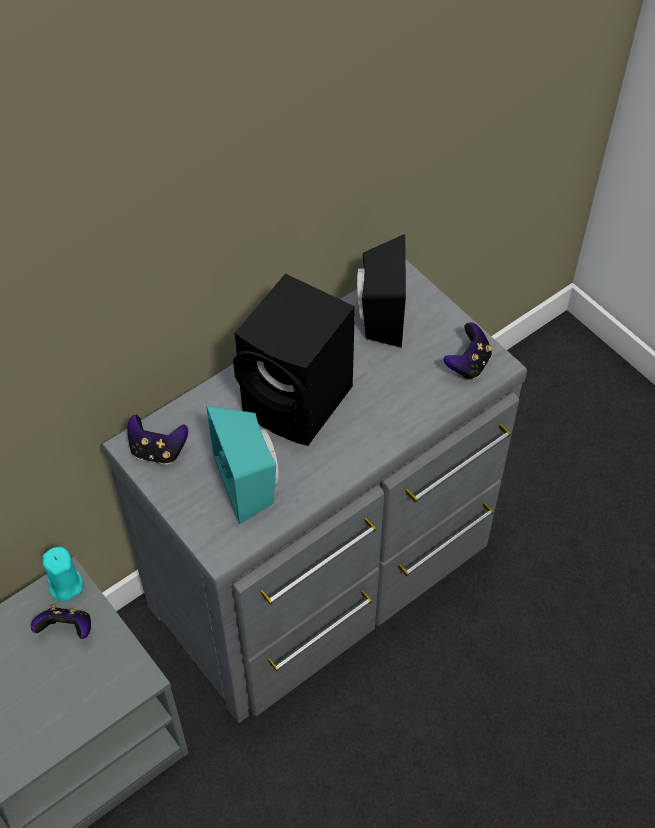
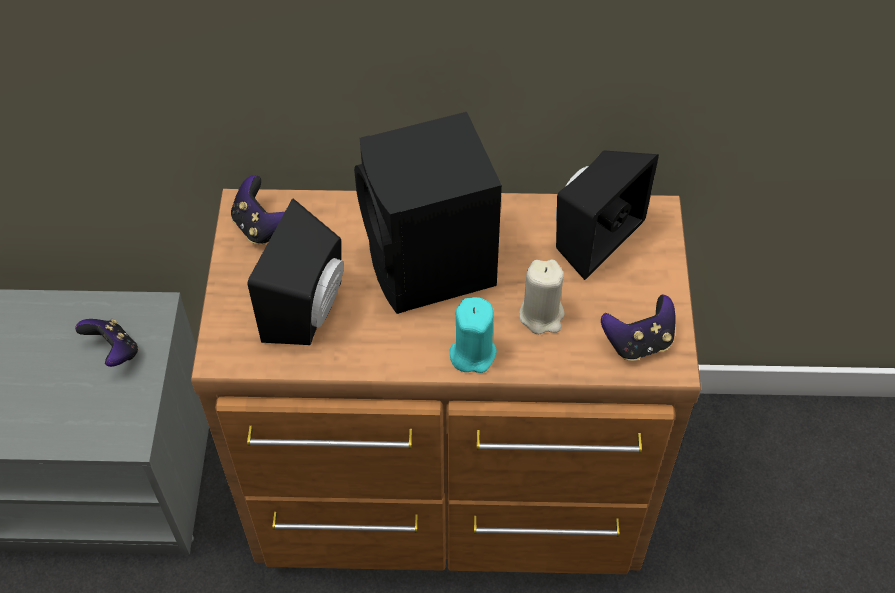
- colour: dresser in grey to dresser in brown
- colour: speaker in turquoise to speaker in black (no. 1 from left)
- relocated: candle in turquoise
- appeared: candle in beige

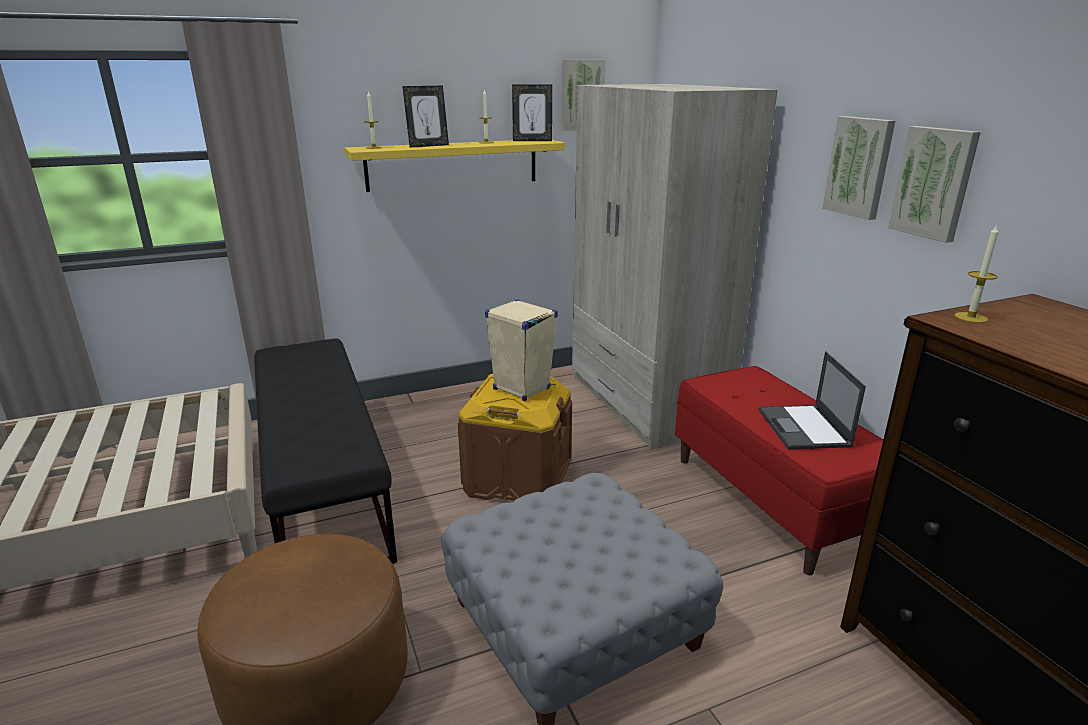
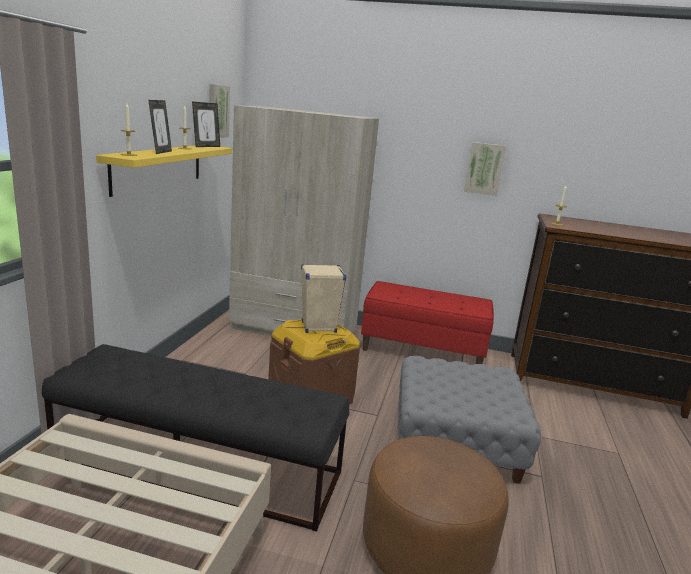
- missing: picture (no. 2 from left)
- missing: laptop

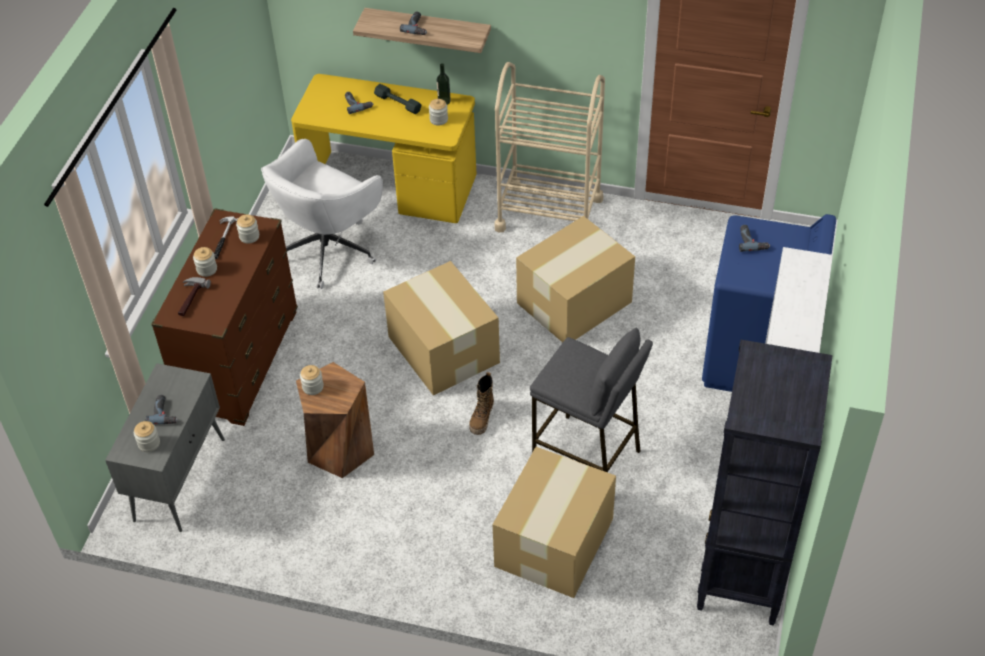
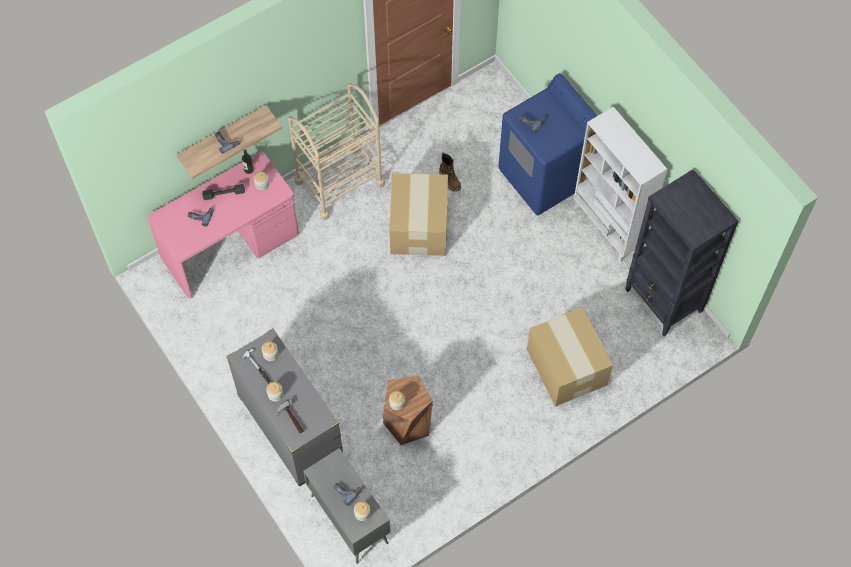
- colour: desk in yellow to desk in pink
- missing: office chair in white
- colour: dresser in brown to dresser in grey
- missing: cardboard box (no. 1 from left)
- missing: stool in grey
- relocated: boot

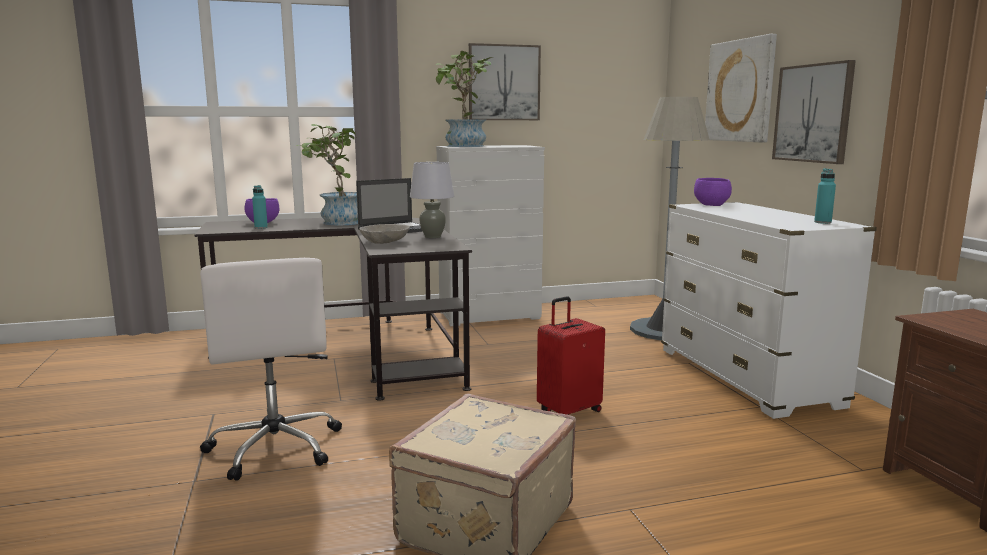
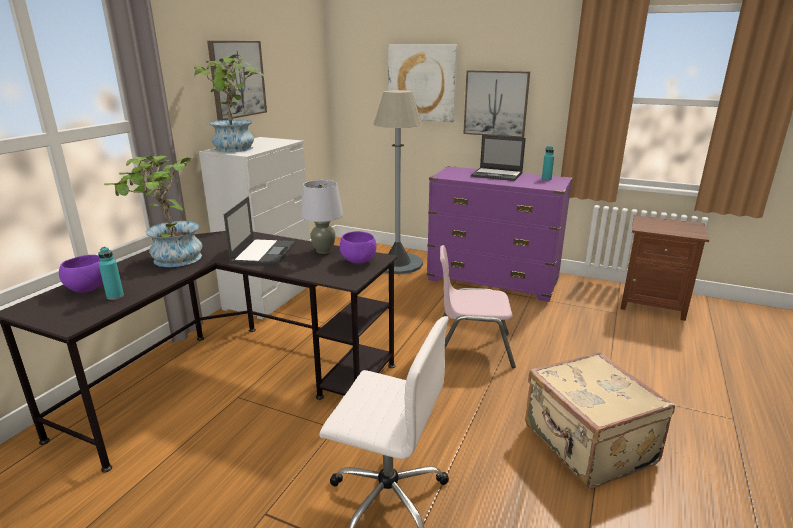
- relocated: bowl in purple (no. 2 from left)
- colour: dresser in white (no. 2 from left) to dresser in purple
- missing: bowl in grey
- exchanged: suitcase in red to chair in pink
- appeared: laptop (no. 2 from left)

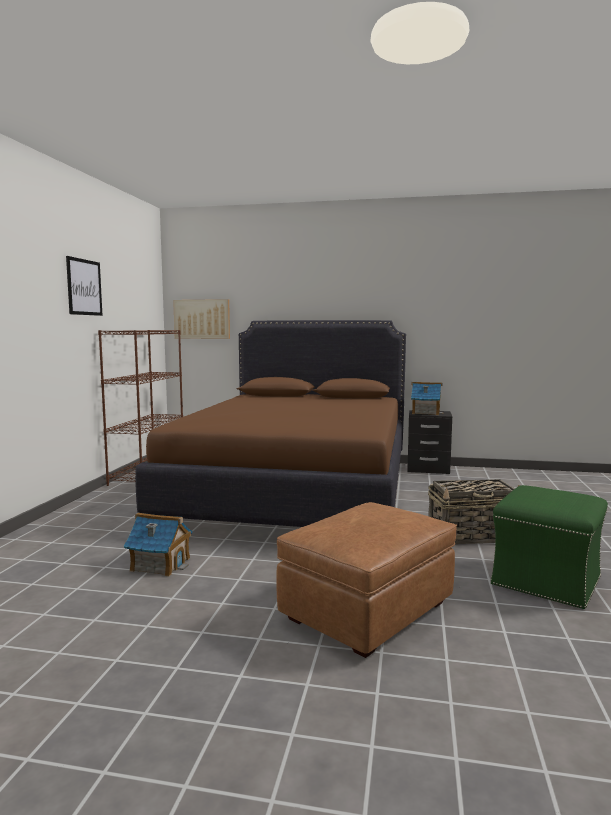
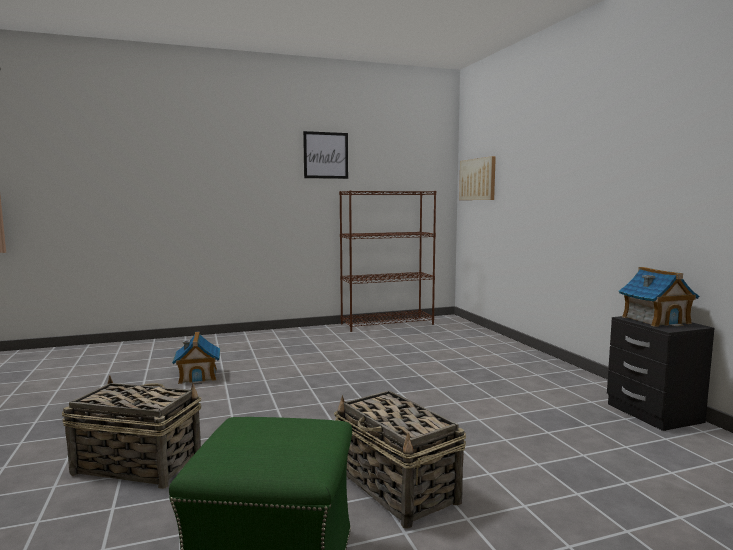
- missing: bed in brown
- exchanged: ottoman in brown to basket (no. 1 from left)

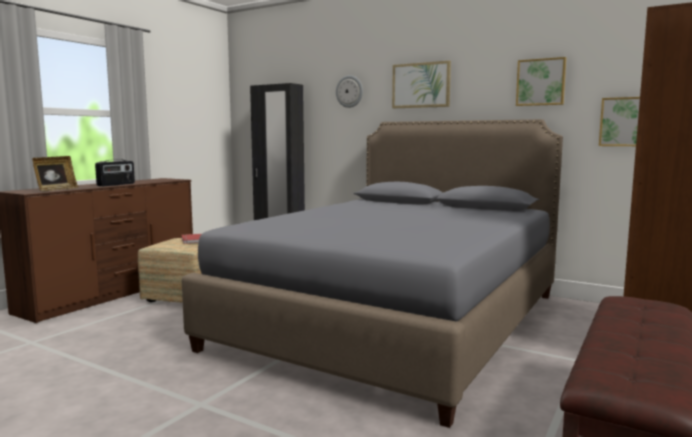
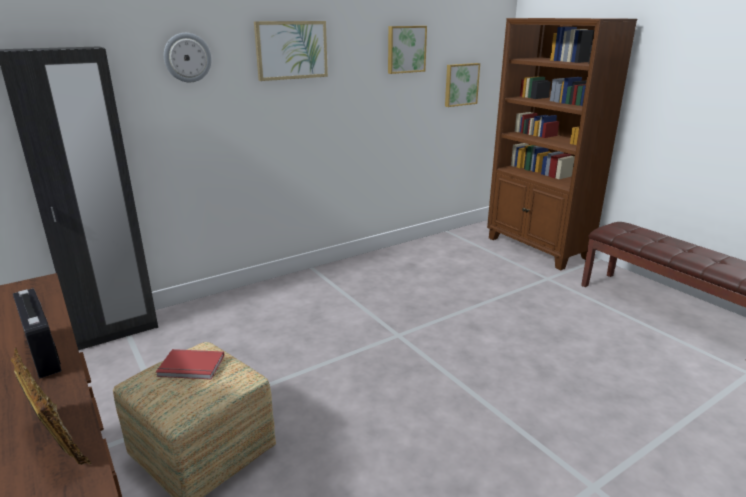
- missing: bed in grey

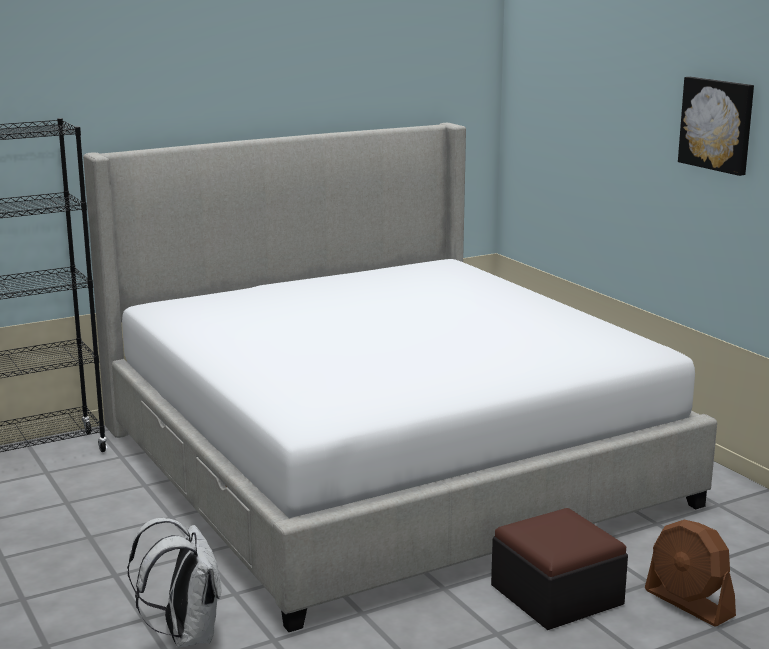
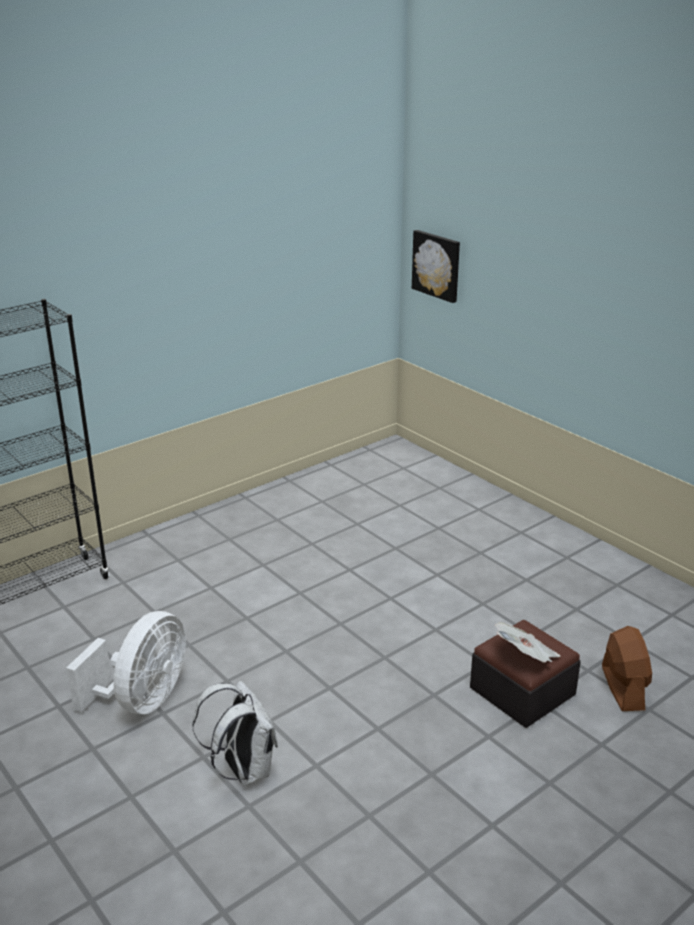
- relocated: picture
- missing: bed
- spun: fan in brown 135 degrees counterclockwise
- appeared: fan in white
- appeared: newspaper

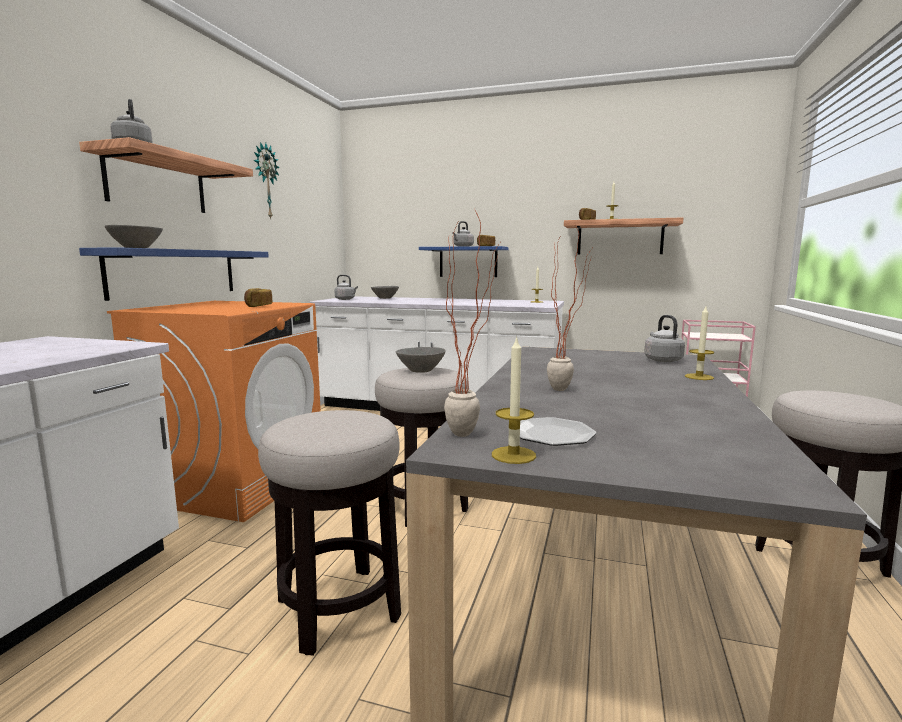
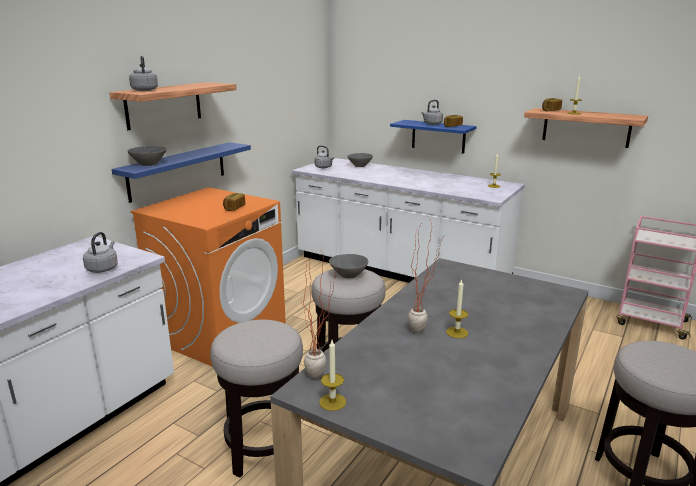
- missing: wall clock
- relocated: candle (no. 4 from left in the first image) to candle (no. 2 from left)
- relocated: kettle in grey (no. 4 from left in the first image) to kettle in grey (no. 1 from left)
- missing: plate

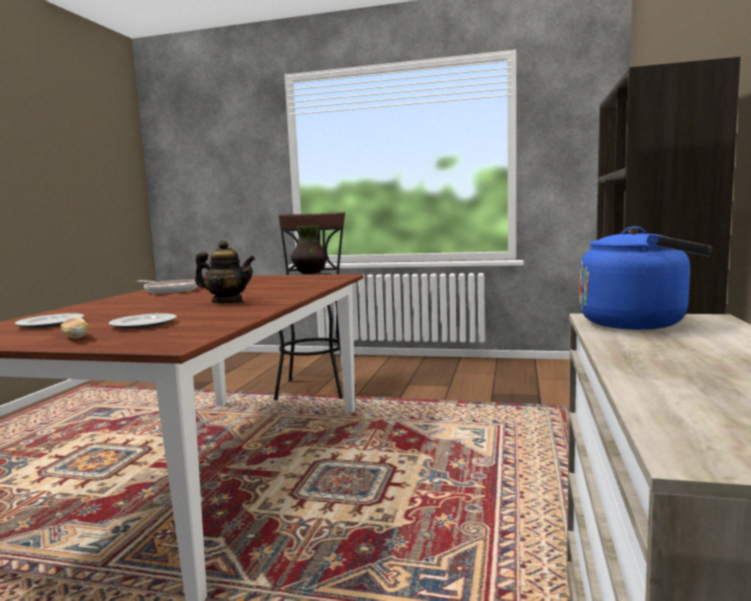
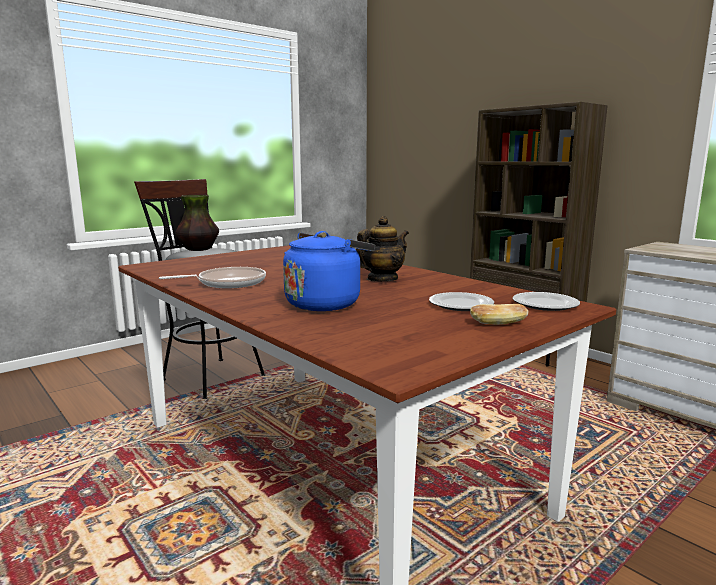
- relocated: kettle in blue
- relocated: plate (no. 1 from left in the first image) to plate (no. 2 from left)

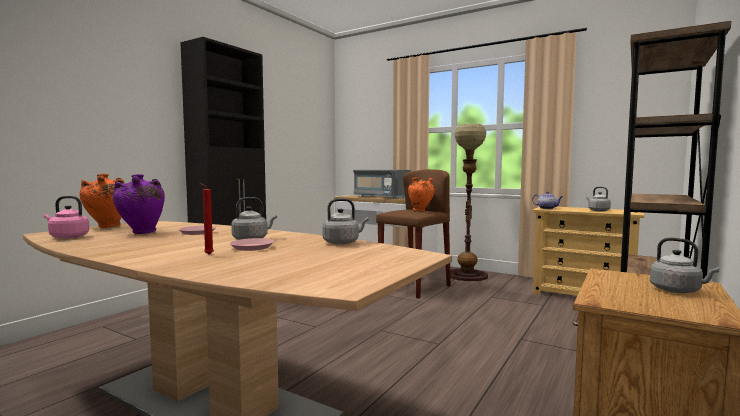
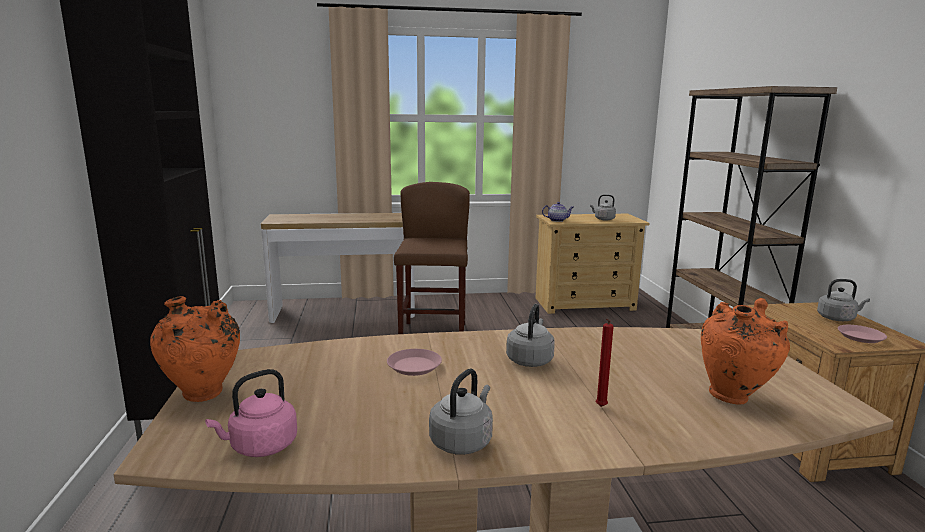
- missing: floor lamp
- missing: microwave in grey
- missing: vase in purple
- relocated: vase in orange (no. 2 from left)
- relocated: kettle in grey (no. 2 from left in the first image) to kettle in grey (no. 1 from left)
- relocated: plate in pink (no. 2 from left)

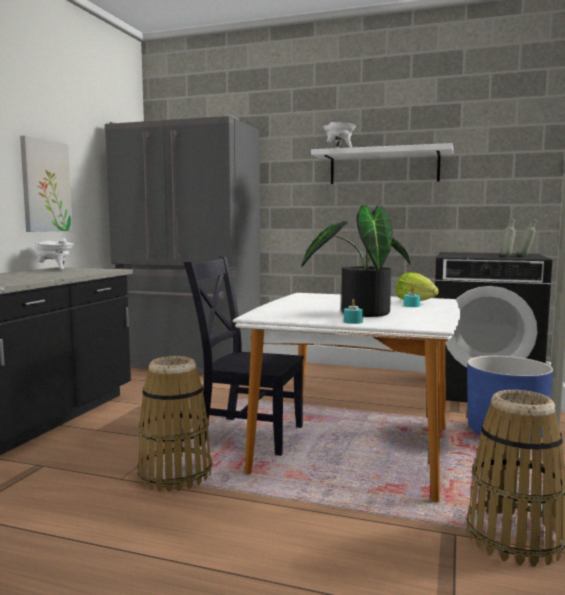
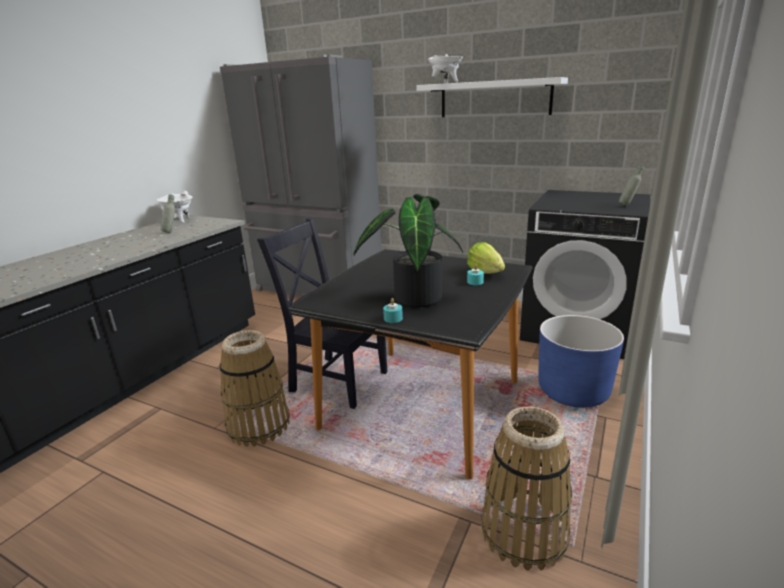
- missing: picture
- relocated: bottle in grey (no. 1 from left)
- colour: dining table in white to dining table in black

